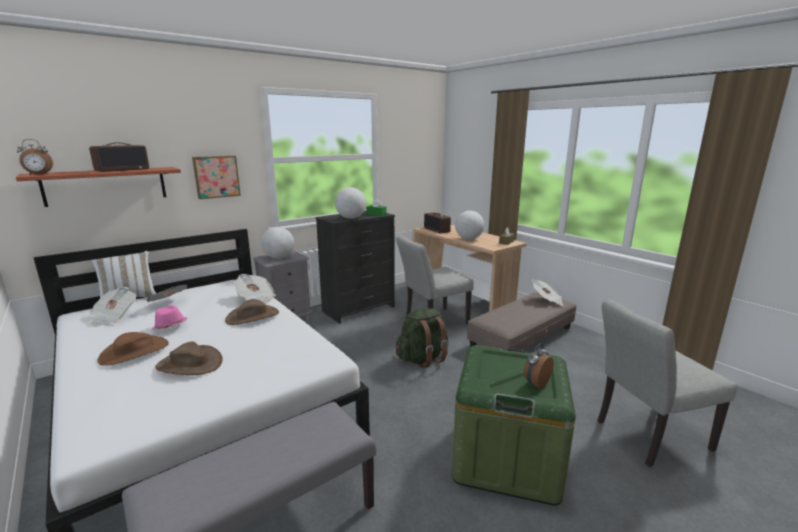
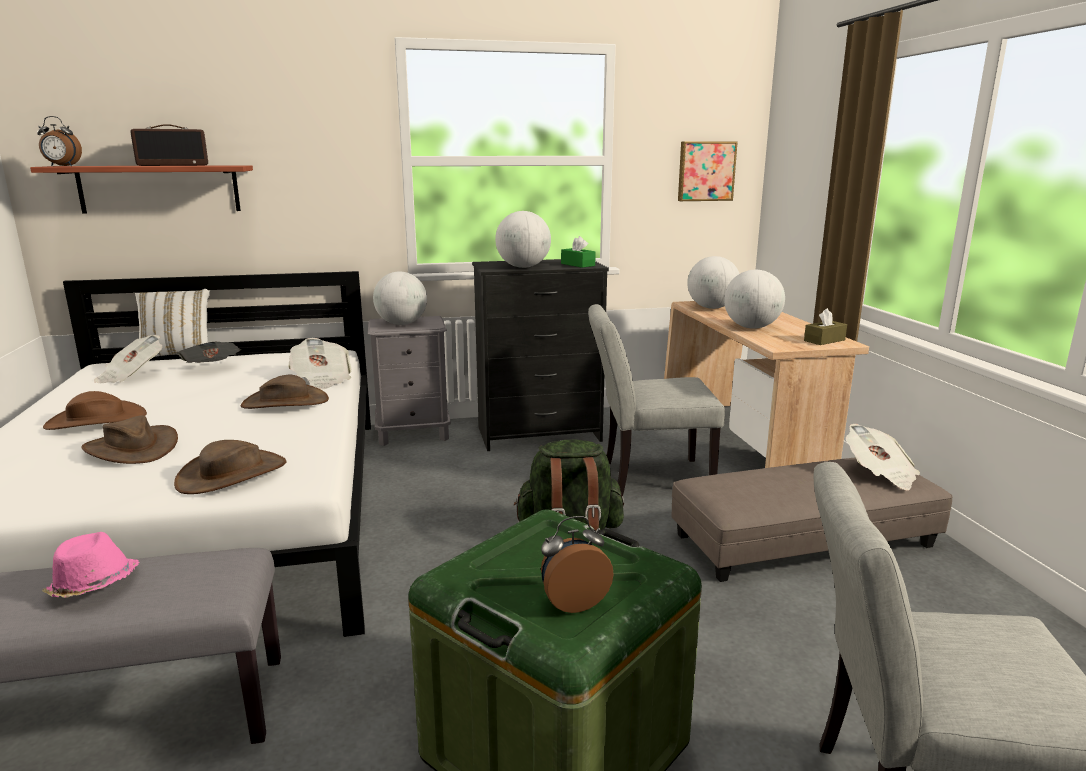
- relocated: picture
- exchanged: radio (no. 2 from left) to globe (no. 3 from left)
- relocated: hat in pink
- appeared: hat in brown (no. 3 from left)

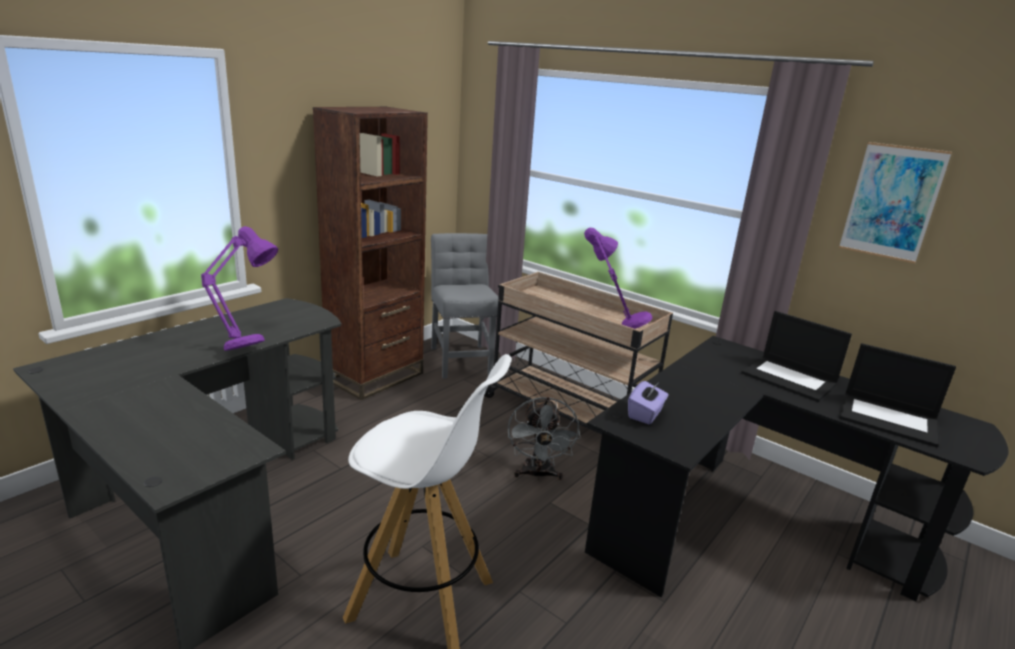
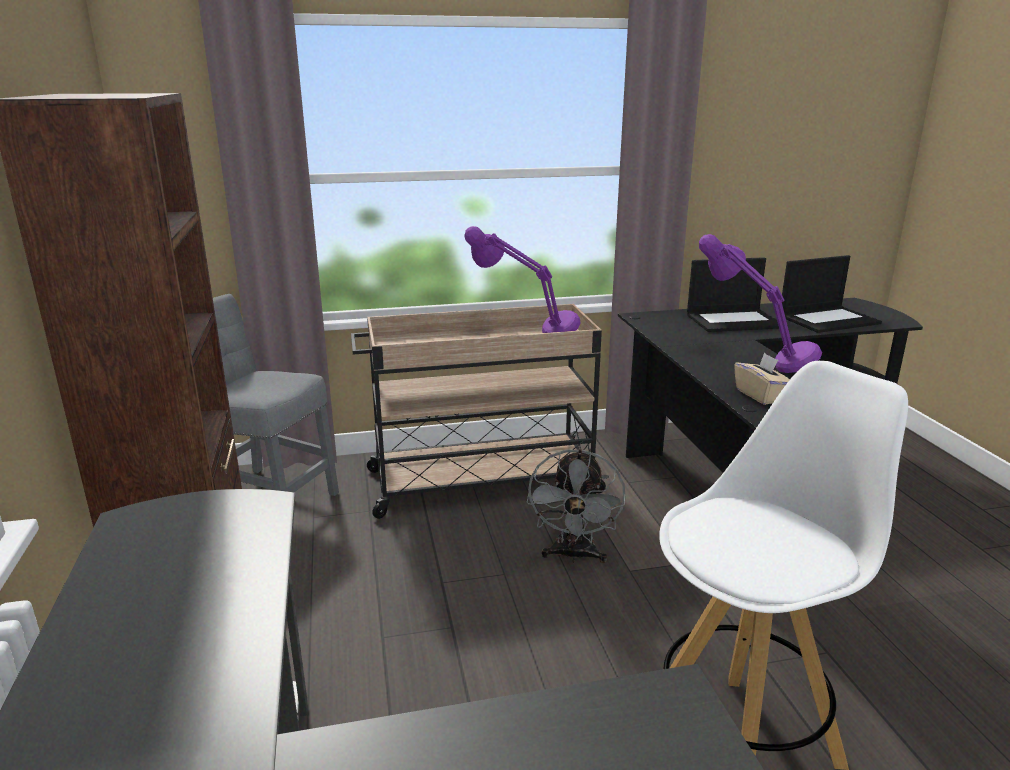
- missing: picture
- relocated: table lamp in purple (no. 1 from left in the first image) to table lamp in purple (no. 2 from left)
- colour: tissue box in purple to tissue box in beige
- spun: fan in grey 60 degrees clockwise

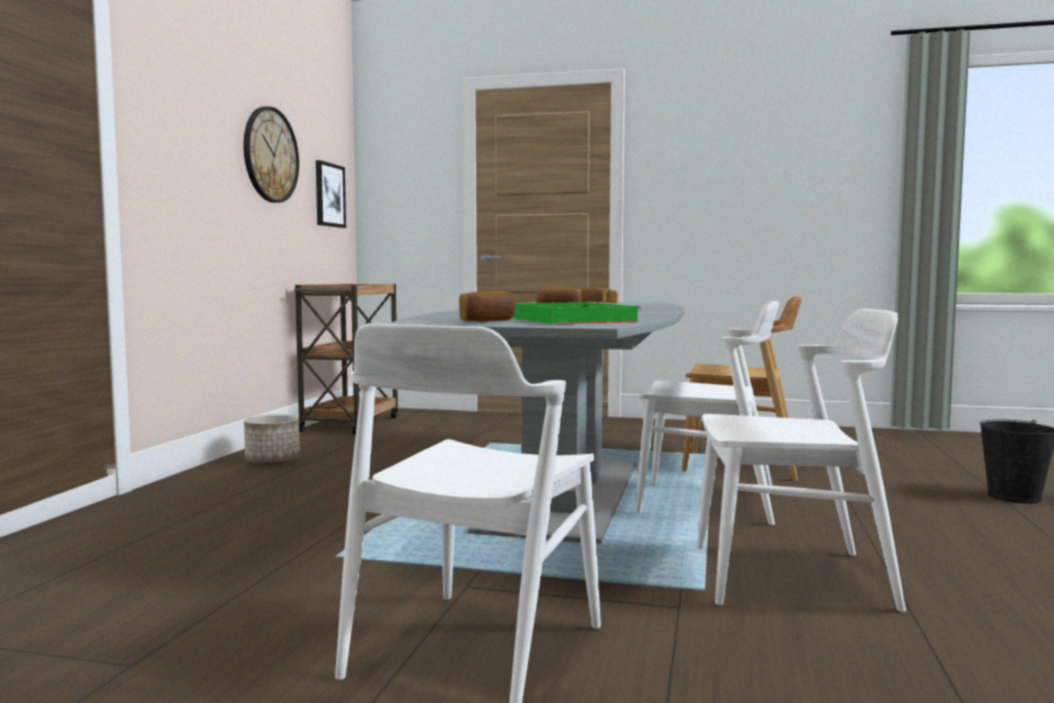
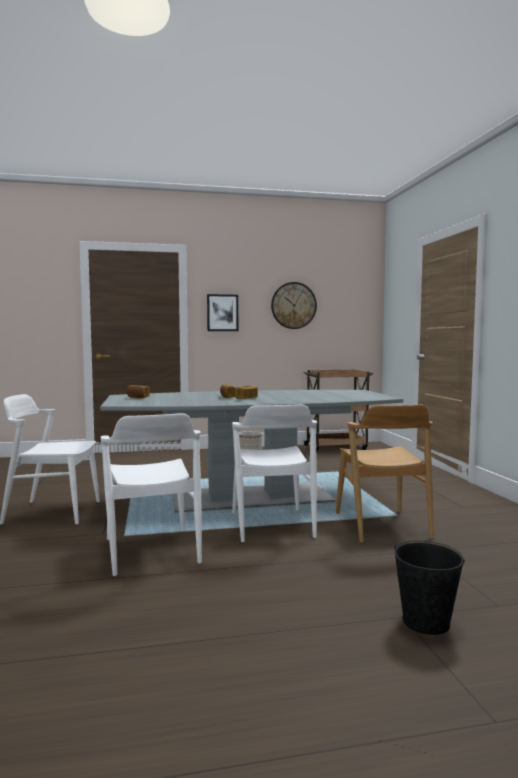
- relocated: picture
- missing: tray in green

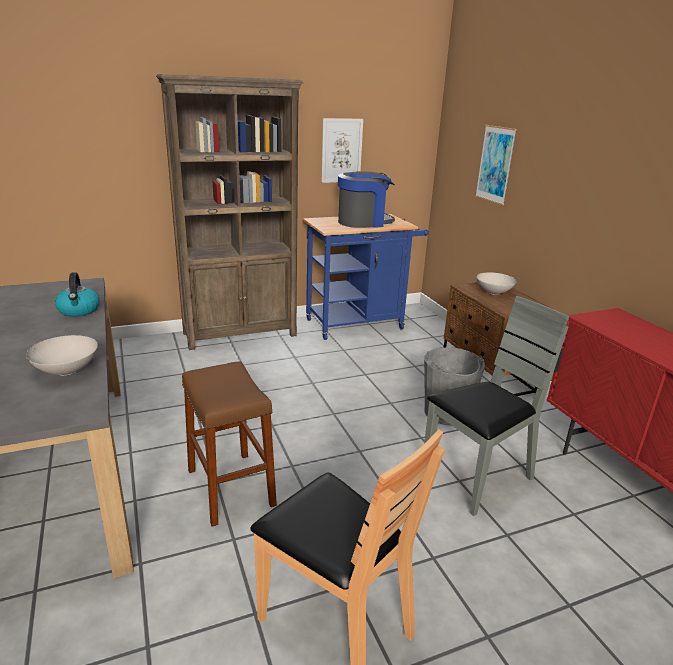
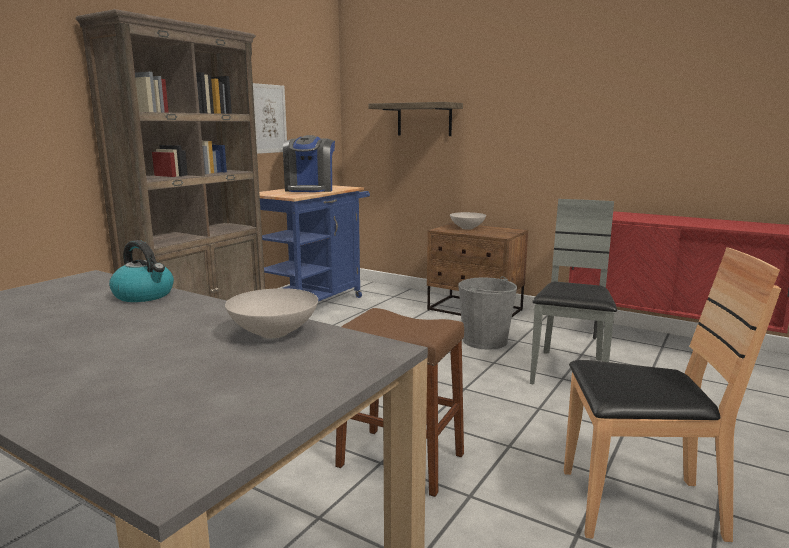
- exchanged: picture (no. 2 from left) to shelf
- spun: coffee machine 150 degrees clockwise

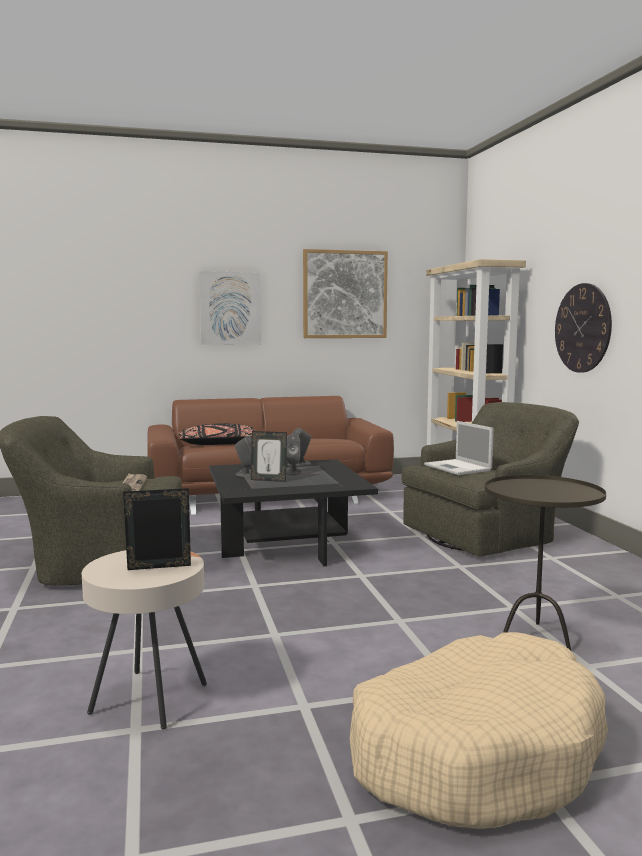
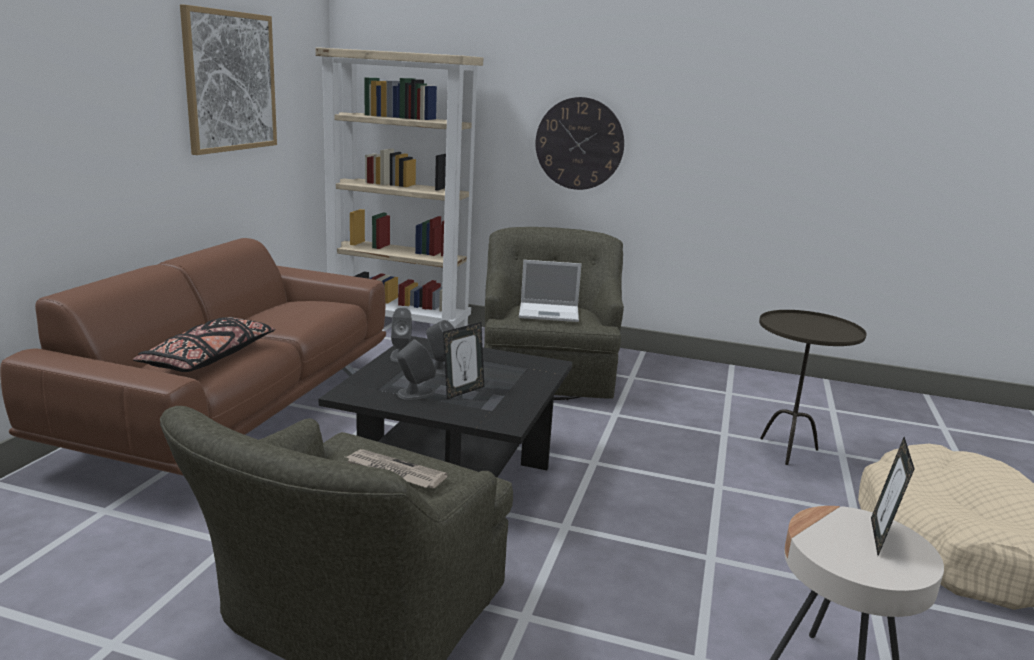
- missing: picture (no. 1 from left)

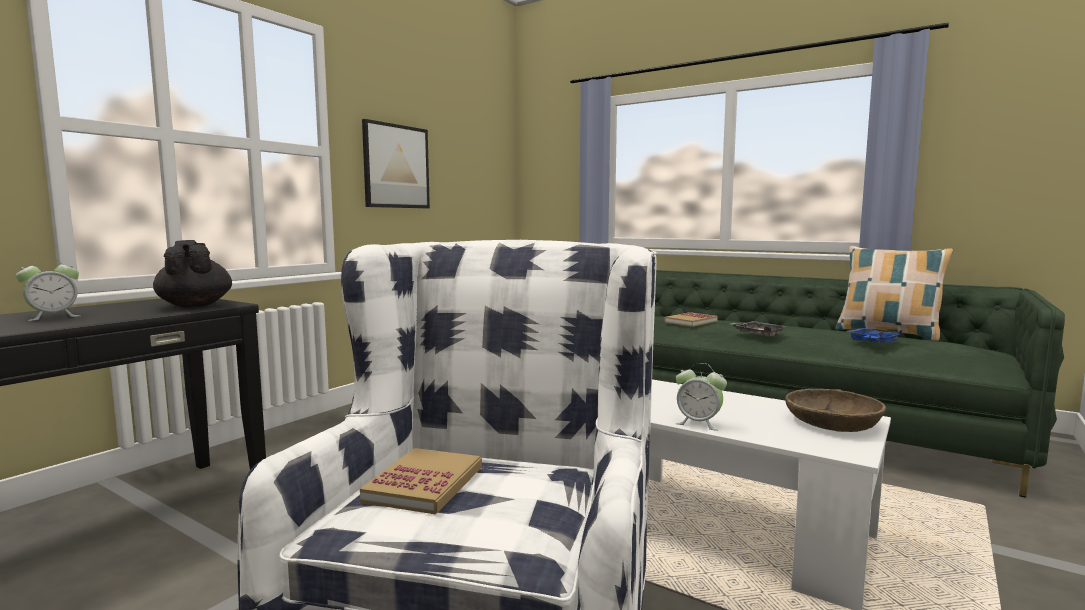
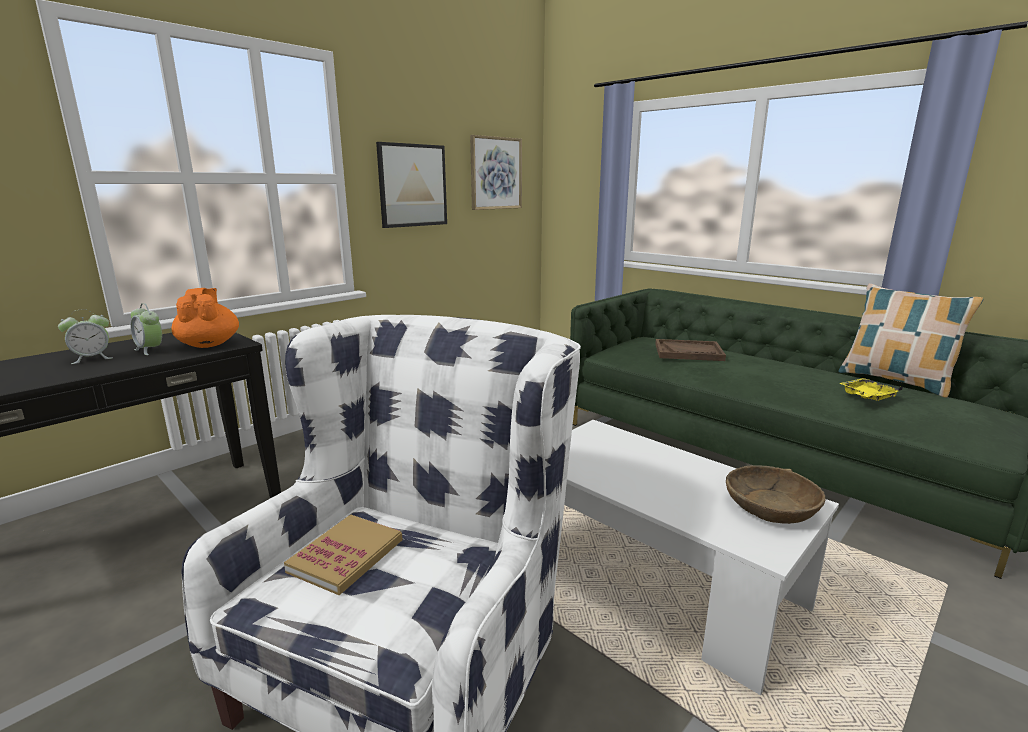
- colour: teapot in black to teapot in orange
- exchanged: book (no. 2 from left) to tray in brown
- missing: tray in grey
- colour: tray in blue to tray in yellow
- relocated: alarm clock (no. 2 from left)
- appeared: picture (no. 2 from left)

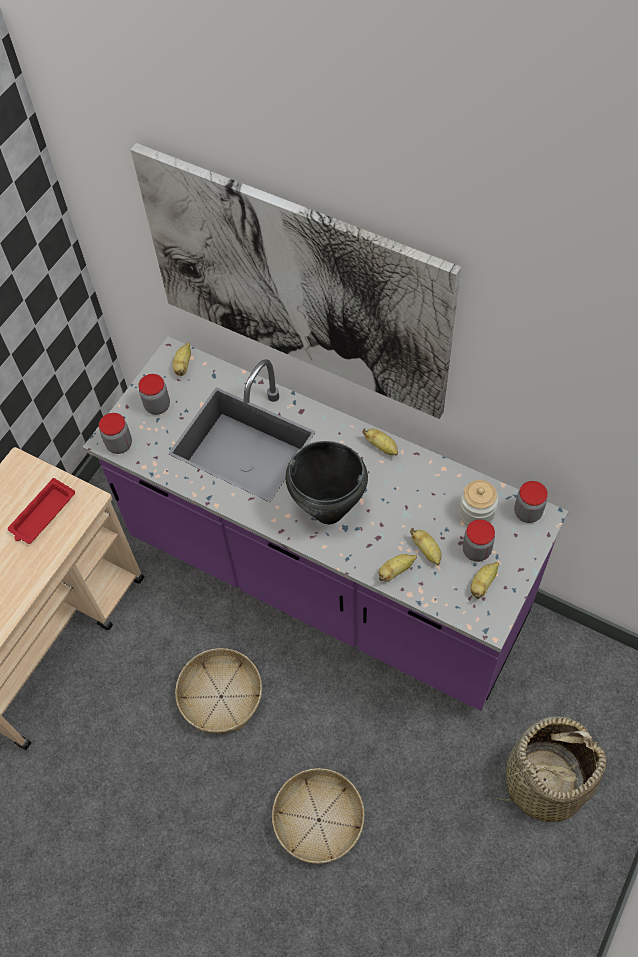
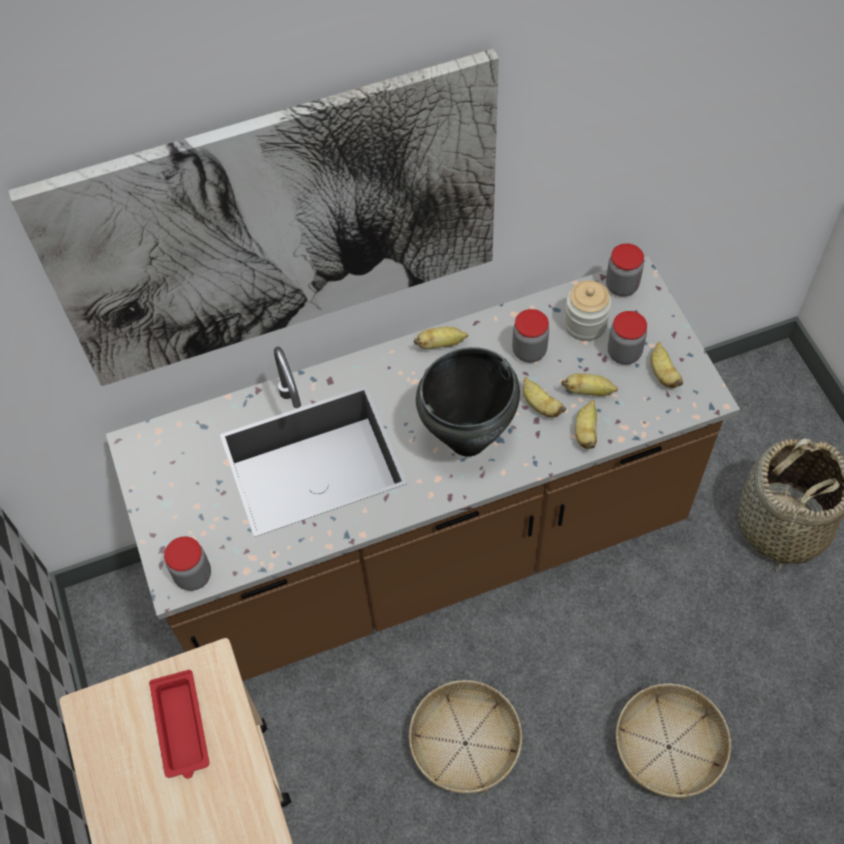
- colour: counter in purple to counter in brown
- relocated: banana (no. 1 from left in the first image) to banana (no. 2 from left)
- relocated: jar (no. 2 from left)

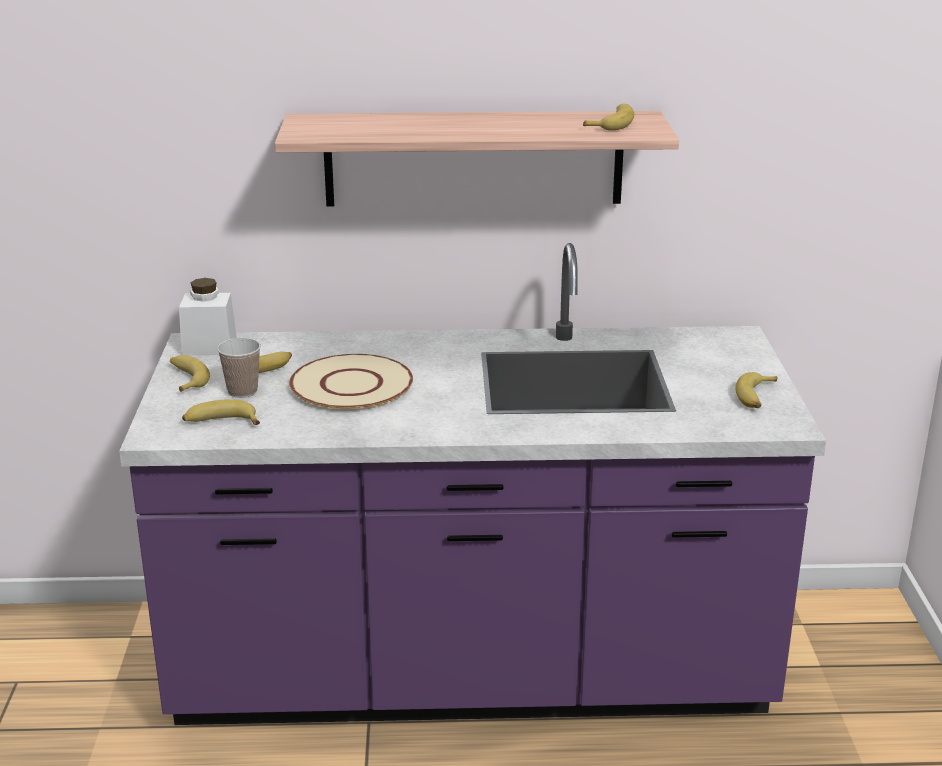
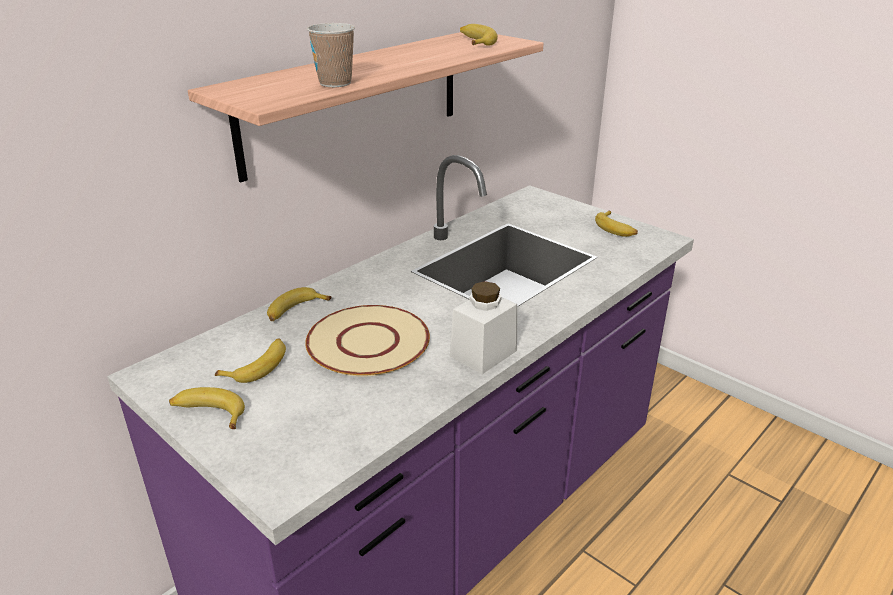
- relocated: jar in white
- relocated: cup
- relocated: banana (no. 2 from left in the first image) to banana (no. 3 from left)

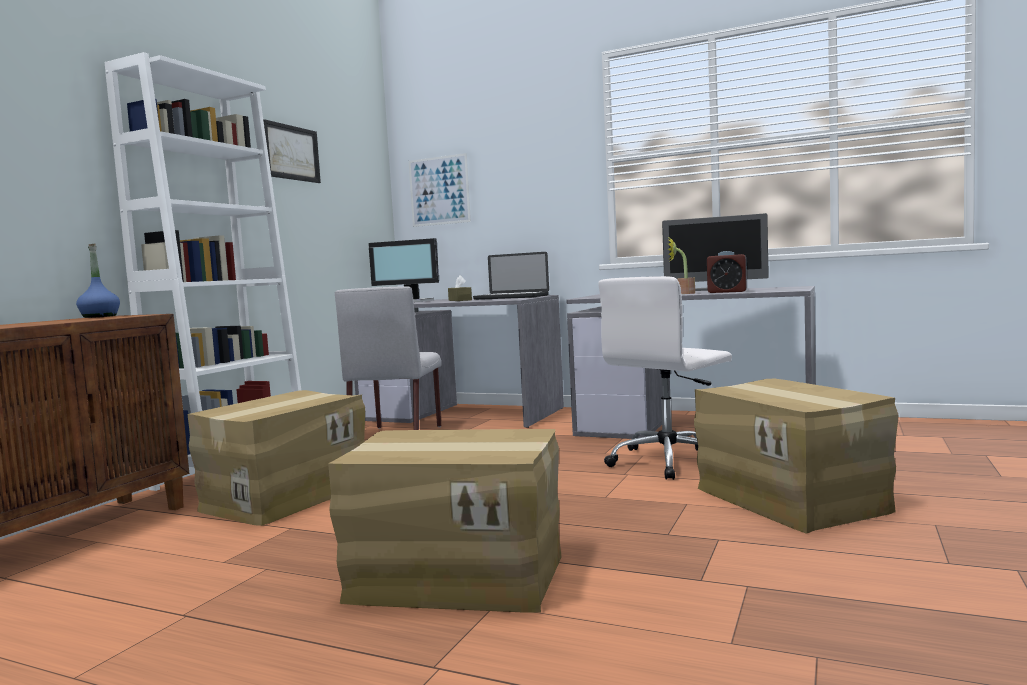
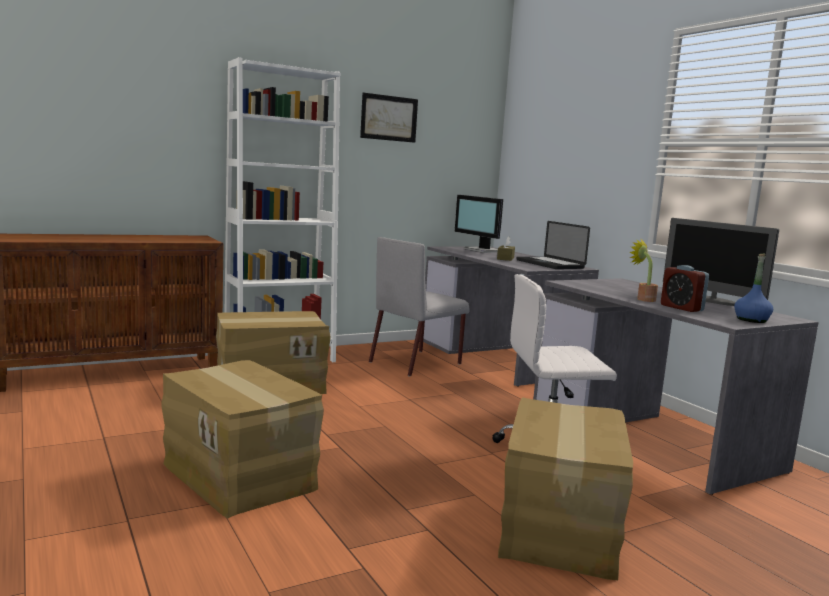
- missing: picture (no. 2 from left)
- relocated: bottle in blue

